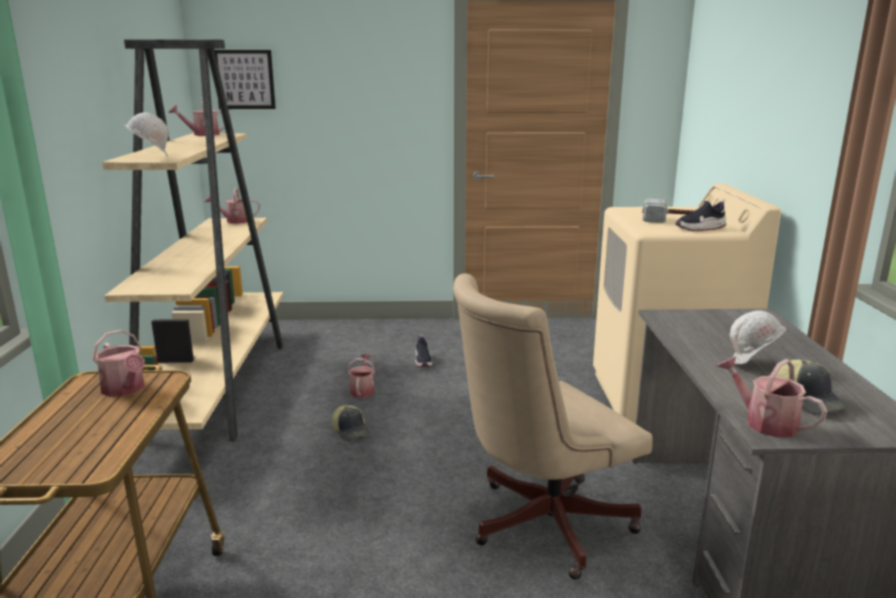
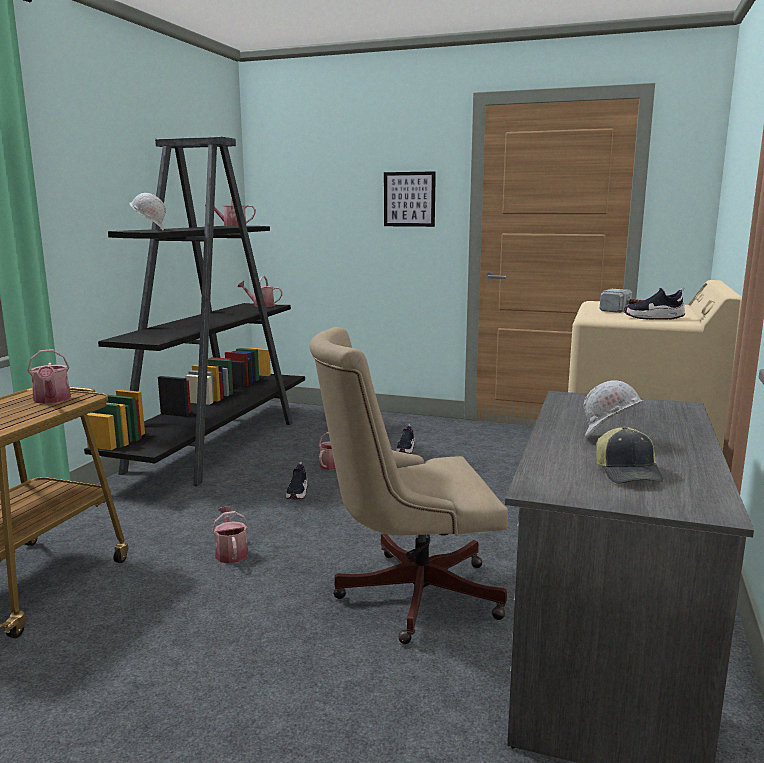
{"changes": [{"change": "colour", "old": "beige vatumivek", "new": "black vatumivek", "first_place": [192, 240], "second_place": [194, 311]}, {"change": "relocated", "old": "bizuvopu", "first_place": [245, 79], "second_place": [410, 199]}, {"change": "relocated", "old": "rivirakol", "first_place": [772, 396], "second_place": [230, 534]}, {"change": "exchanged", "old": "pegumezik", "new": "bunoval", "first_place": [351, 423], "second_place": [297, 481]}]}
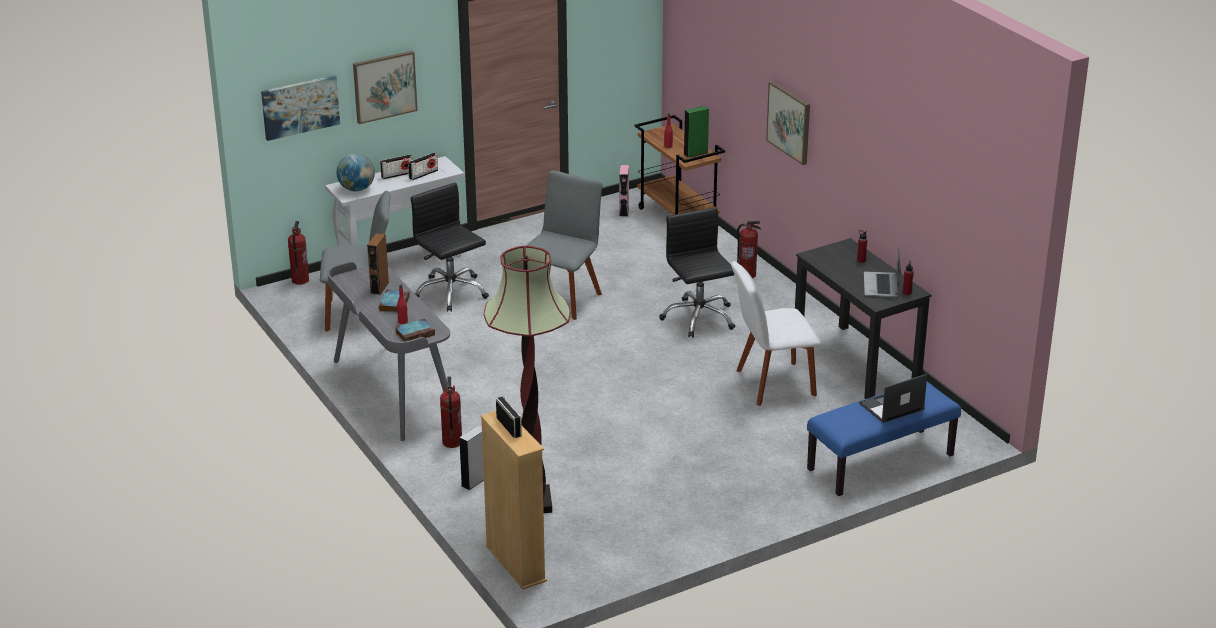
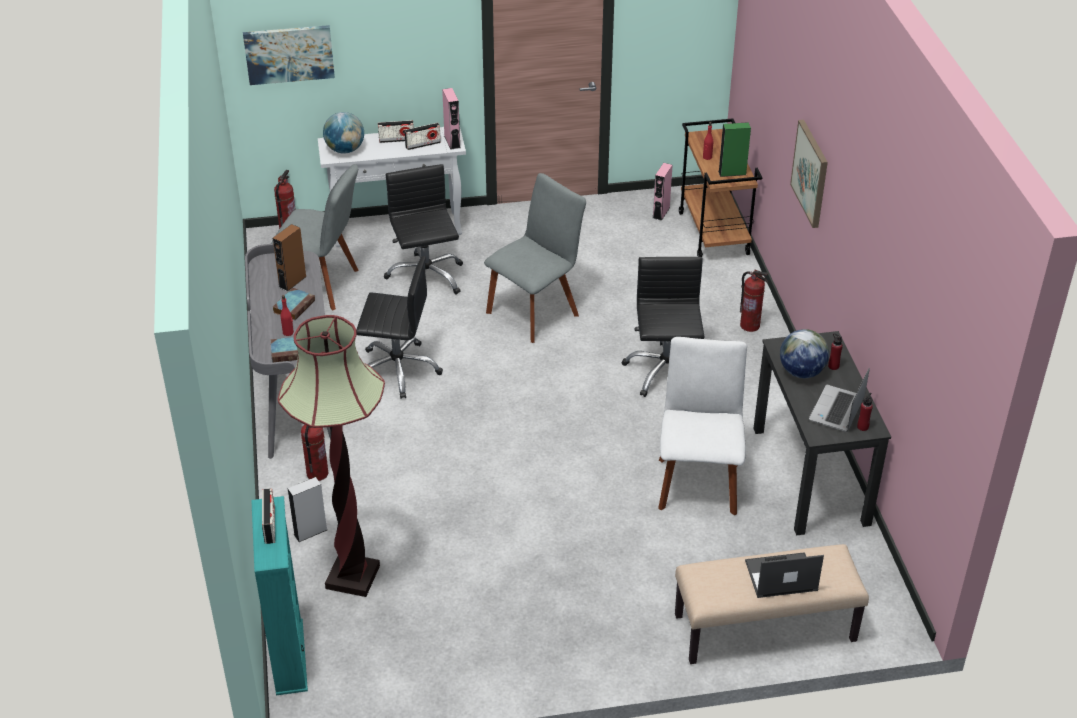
{"changes": [{"change": "missing", "old": "bizuvopu", "first_place": [385, 87]}, {"change": "spun", "old": "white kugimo", "first_place": [776, 333], "second_place": [702, 426], "degrees": 90}, {"change": "colour", "old": "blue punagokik", "new": "beige punagokik", "first_place": [884, 438], "second_place": [772, 604]}, {"change": "colour", "old": "beige vatumivek", "new": "turquoise vatumivek", "first_place": [514, 500], "second_place": [279, 595]}, {"change": "appeared", "new": "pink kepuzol", "second_place": [451, 119]}, {"change": "appeared", "new": "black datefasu", "second_place": [399, 327]}, {"change": "appeared", "new": "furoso", "second_place": [804, 353]}]}
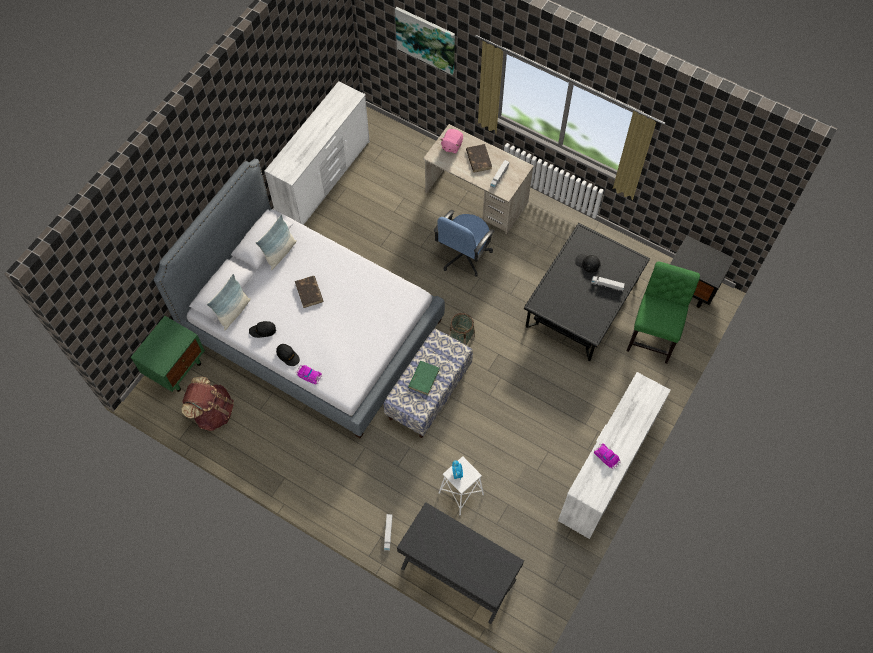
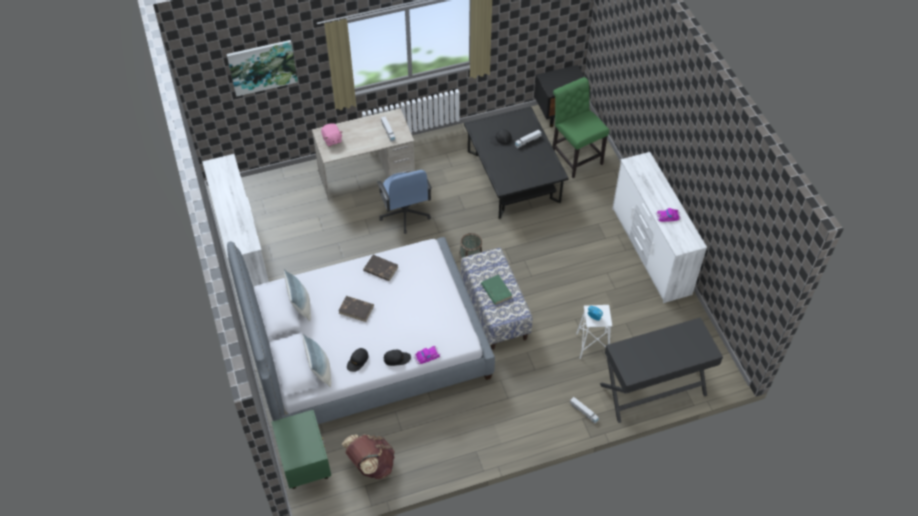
{"changes": [{"change": "relocated", "old": "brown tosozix", "first_place": [479, 158], "second_place": [380, 268]}]}
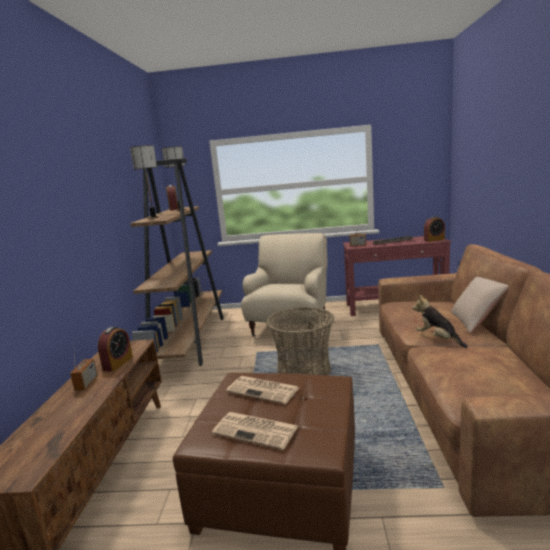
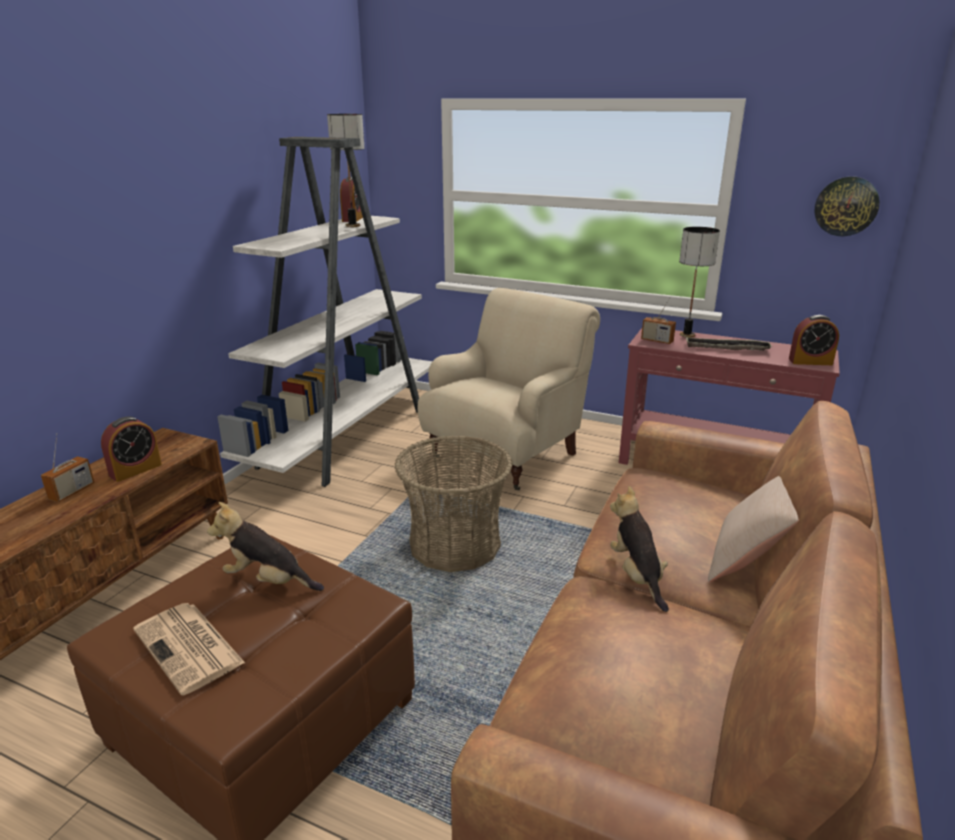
{"changes": [{"change": "relocated", "old": "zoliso", "first_place": [144, 182], "second_place": [699, 282]}, {"change": "colour", "old": "brown vatumivek", "new": "white vatumivek", "first_place": [177, 262], "second_place": [324, 312]}, {"change": "exchanged", "old": "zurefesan", "new": "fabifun", "first_place": [262, 390], "second_place": [265, 546]}, {"change": "appeared", "new": "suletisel", "second_place": [847, 206]}]}
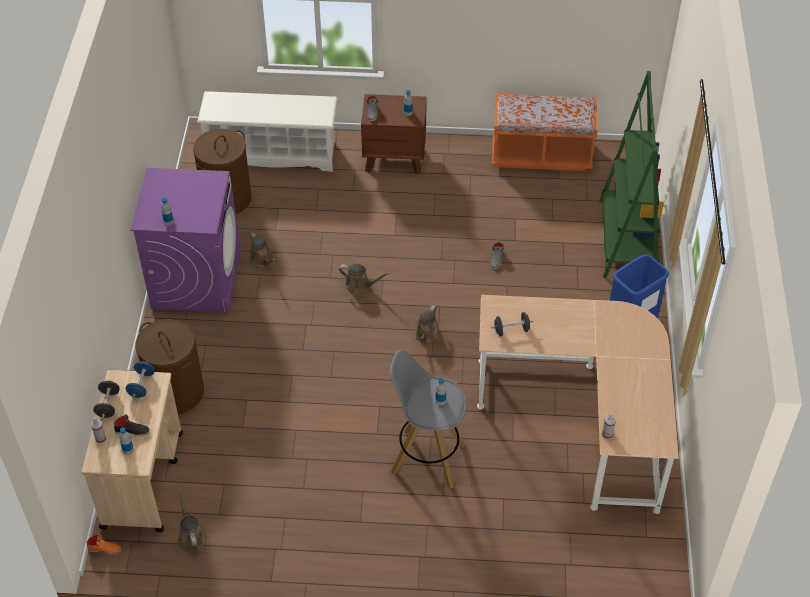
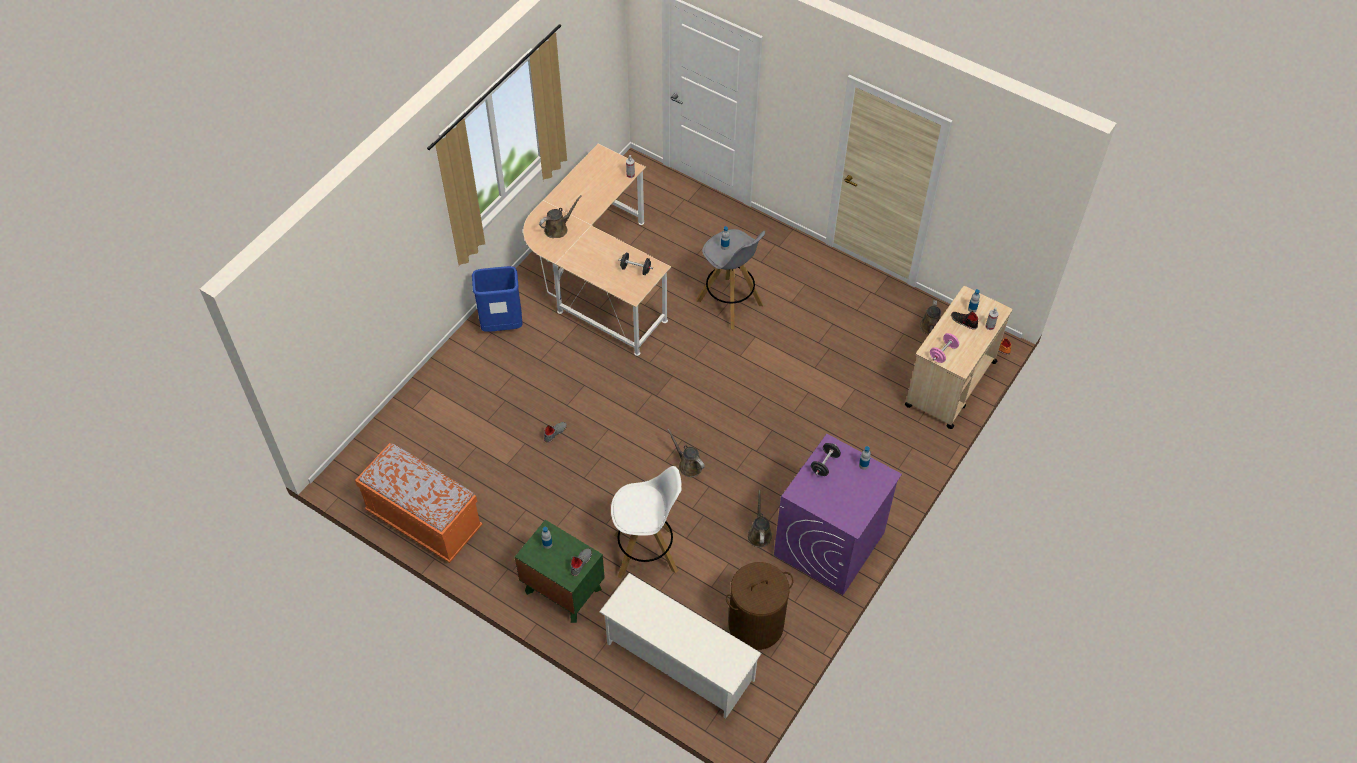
{"changes": [{"change": "missing", "old": "green vatumivek", "first_place": [632, 174]}, {"change": "colour", "old": "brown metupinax", "new": "green metupinax", "first_place": [394, 134], "second_place": [560, 571]}, {"change": "relocated", "old": "brown rivirakol", "first_place": [426, 324], "second_place": [560, 216]}, {"change": "missing", "old": "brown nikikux", "first_place": [169, 366]}, {"change": "colour", "old": "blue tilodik", "new": "pink tilodik", "first_place": [140, 379], "second_place": [944, 348]}, {"change": "relocated", "old": "black tilodik", "first_place": [106, 399], "second_place": [826, 459]}, {"change": "appeared", "new": "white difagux", "second_place": [646, 522]}]}
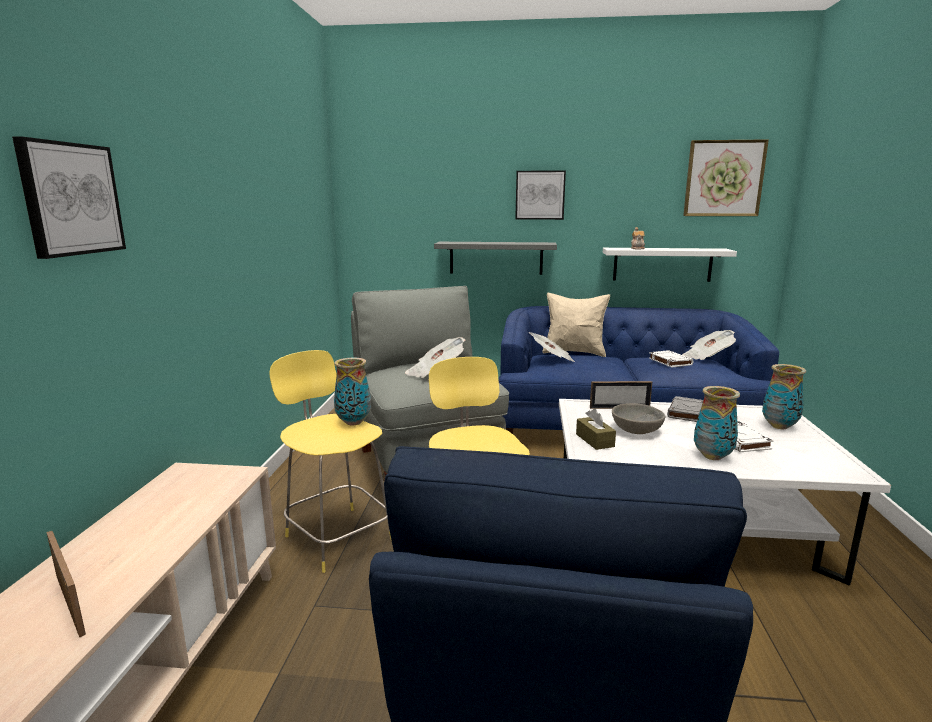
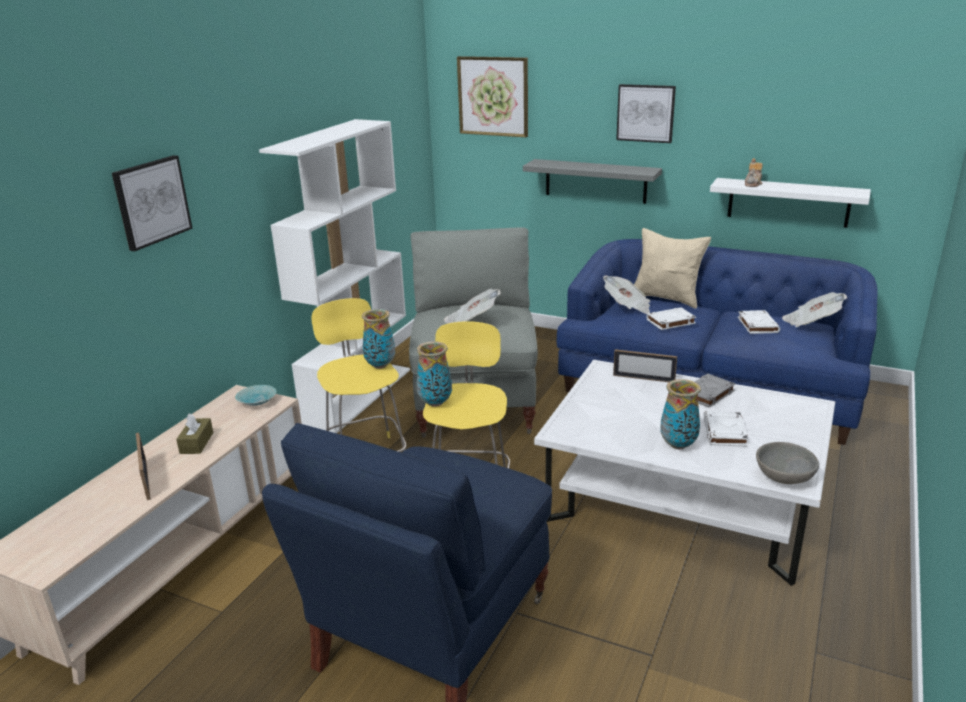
{"changes": [{"change": "relocated", "old": "bizuvopu", "first_place": [726, 177], "second_place": [492, 96]}, {"change": "relocated", "old": "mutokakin", "first_place": [784, 396], "second_place": [434, 374]}, {"change": "relocated", "old": "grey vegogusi", "first_place": [639, 418], "second_place": [787, 463]}, {"change": "relocated", "old": "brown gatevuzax", "first_place": [596, 429], "second_place": [194, 434]}, {"change": "appeared", "new": "white vatumivek", "second_place": [334, 276]}, {"change": "appeared", "new": "white tosozix", "second_place": [671, 318]}, {"change": "appeared", "new": "turquoise vegogusi", "second_place": [256, 395]}]}
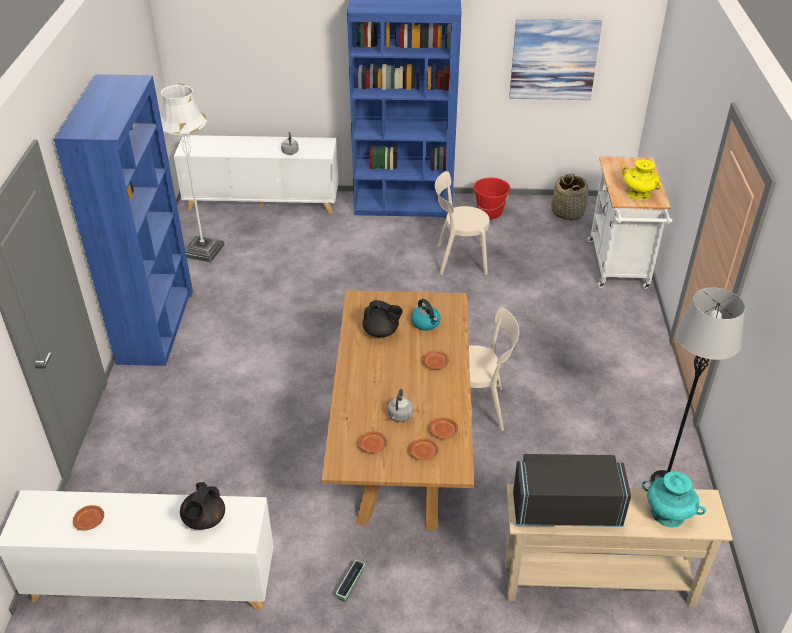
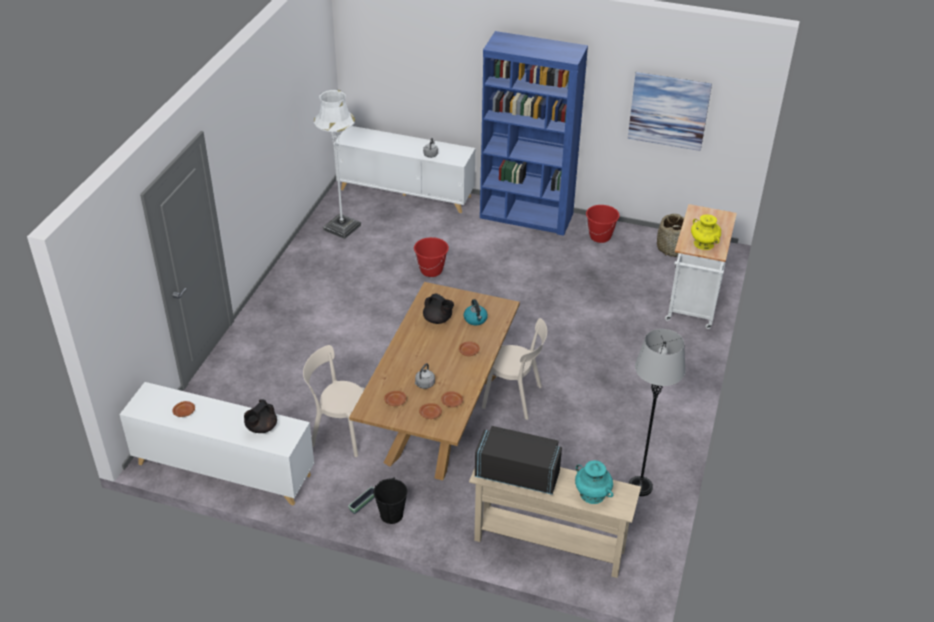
{"changes": [{"change": "missing", "old": "blue vatumivek", "first_place": [123, 220]}, {"change": "relocated", "old": "beige kugimo", "first_place": [462, 223], "second_place": [334, 401]}, {"change": "appeared", "new": "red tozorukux", "second_place": [431, 257]}, {"change": "appeared", "new": "black tozorukux", "second_place": [390, 501]}]}
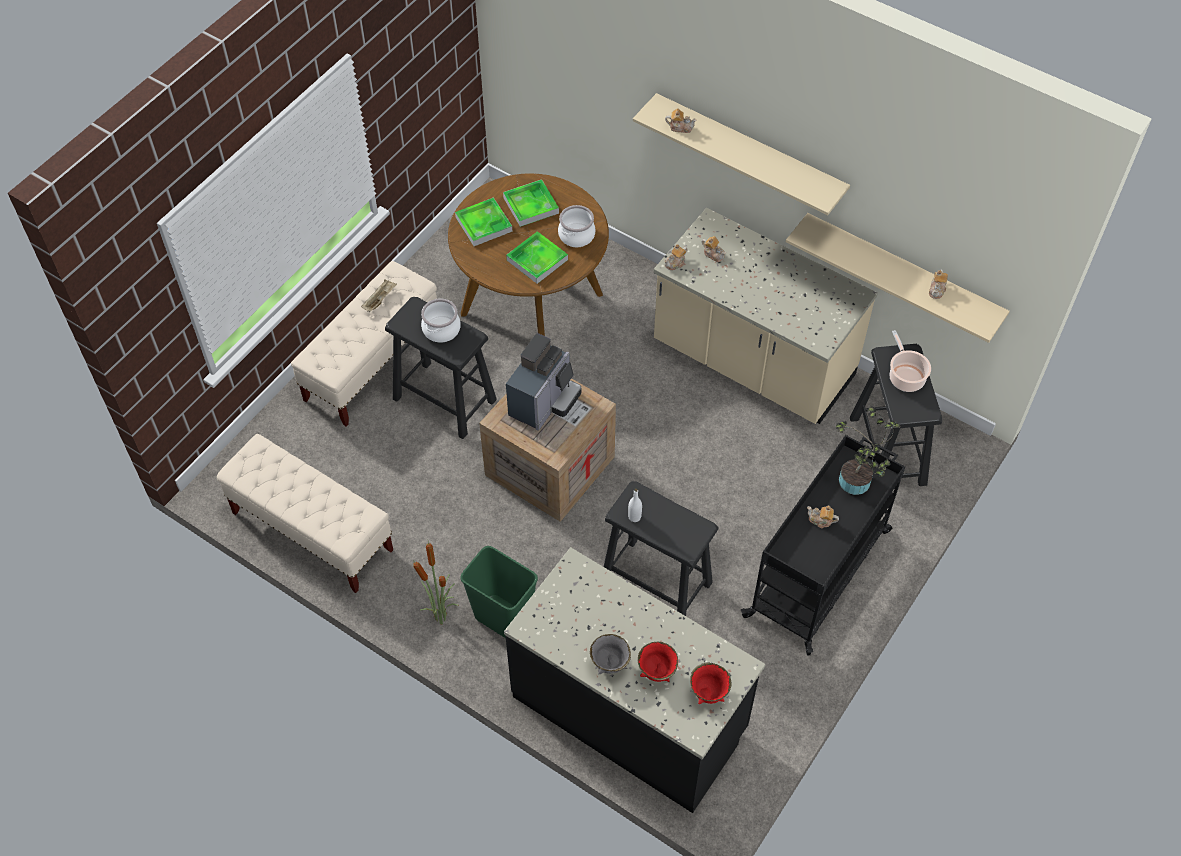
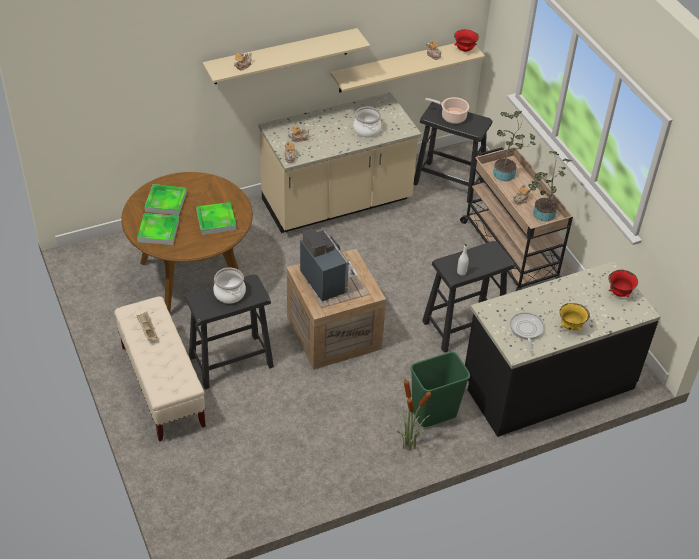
{"changes": [{"change": "relocated", "old": "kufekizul", "first_place": [577, 226], "second_place": [367, 122]}, {"change": "missing", "old": "beige punagokik", "first_place": [305, 513]}, {"change": "colour", "old": "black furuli", "new": "beige furuli", "first_place": [823, 545], "second_place": [516, 218]}, {"change": "colour", "old": "grey vegogusi", "new": "yellow vegogusi", "first_place": [610, 654], "second_place": [574, 317]}, {"change": "relocated", "old": "red vegogusi", "first_place": [658, 662], "second_place": [466, 40]}, {"change": "appeared", "new": "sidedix", "second_place": [550, 186]}, {"change": "appeared", "new": "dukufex", "second_place": [527, 332]}]}
